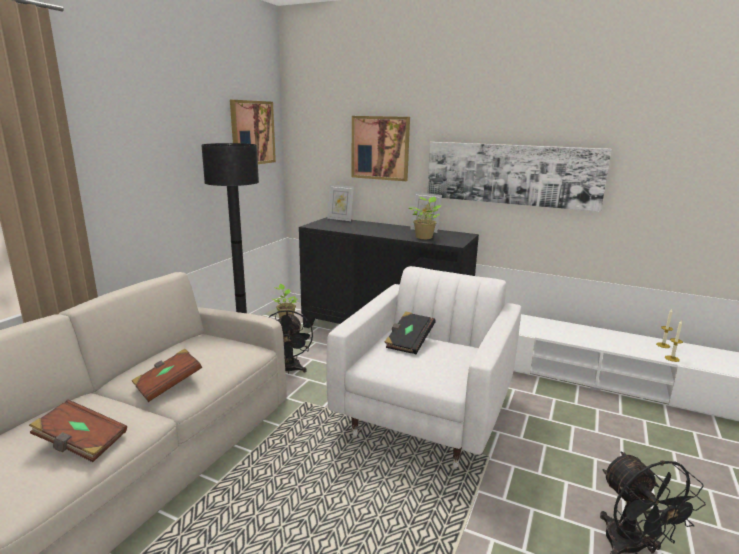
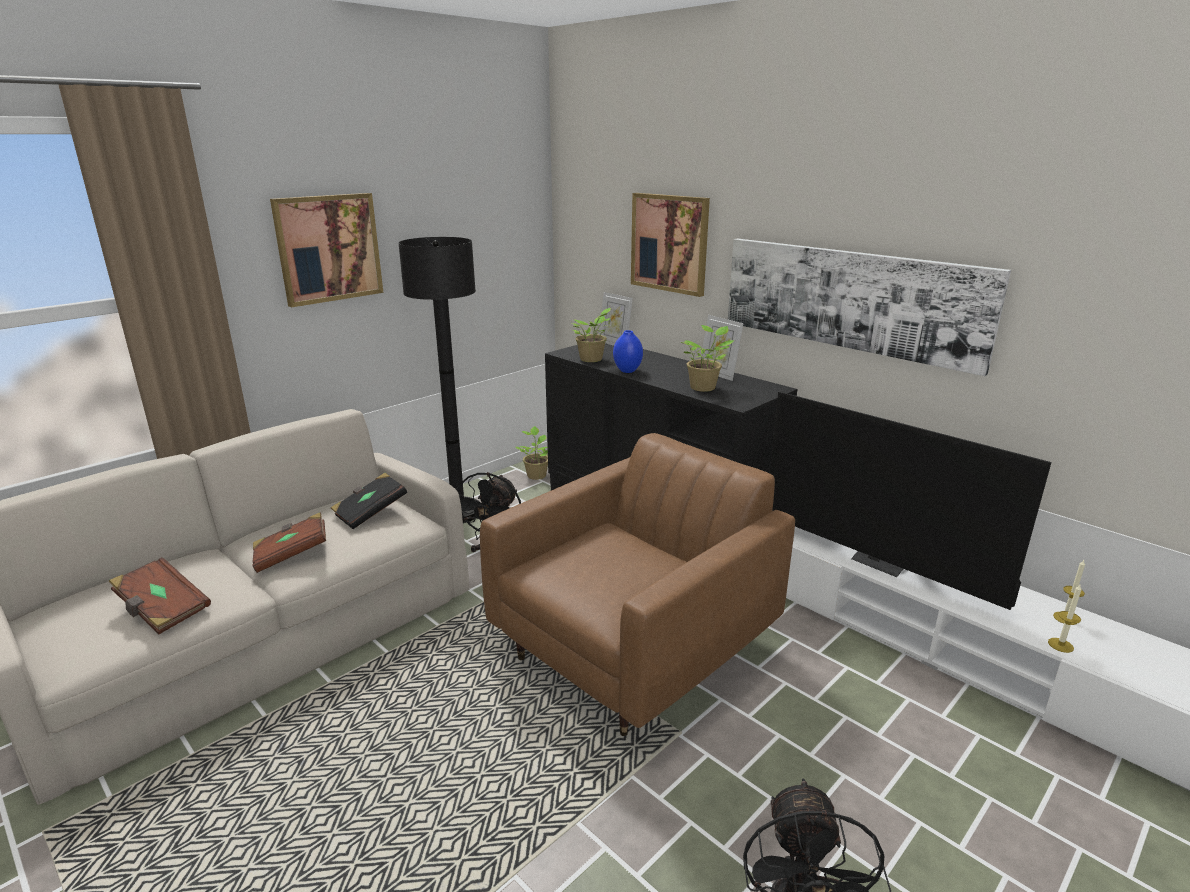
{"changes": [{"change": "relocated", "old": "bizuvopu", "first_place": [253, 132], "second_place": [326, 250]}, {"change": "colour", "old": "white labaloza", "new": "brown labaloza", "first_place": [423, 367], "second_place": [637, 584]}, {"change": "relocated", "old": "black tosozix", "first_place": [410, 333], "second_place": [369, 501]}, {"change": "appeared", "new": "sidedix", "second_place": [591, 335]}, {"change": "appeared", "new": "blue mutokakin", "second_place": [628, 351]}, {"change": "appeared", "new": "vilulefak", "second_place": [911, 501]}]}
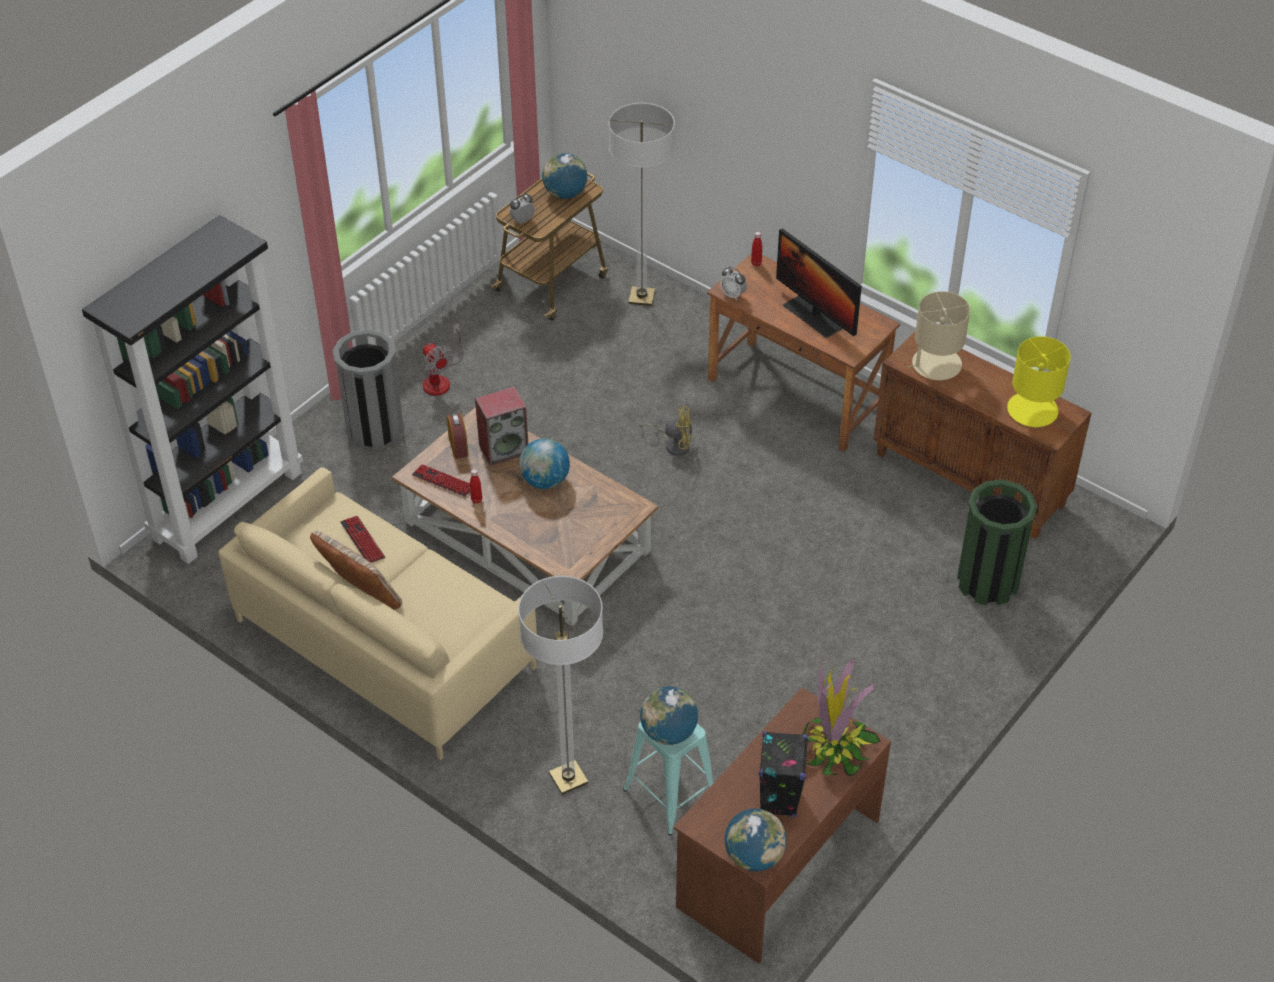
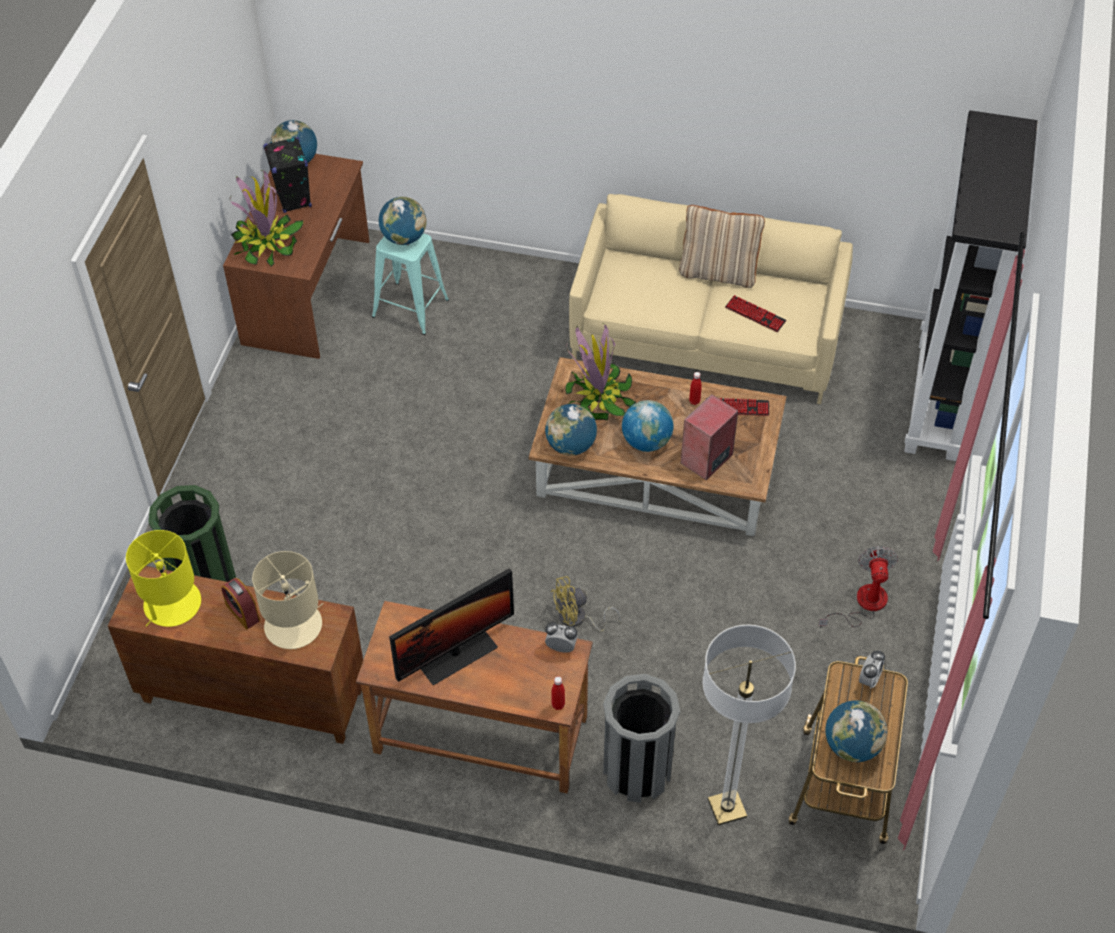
{"changes": [{"change": "spun", "old": "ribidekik", "first_place": [819, 283], "second_place": [451, 626], "degrees": 120}, {"change": "spun", "old": "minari", "first_place": [443, 360], "second_place": [858, 587], "degrees": 60}, {"change": "relocated", "old": "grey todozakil", "first_place": [368, 389], "second_place": [641, 738]}, {"change": "relocated", "old": "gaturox", "first_place": [457, 436], "second_place": [240, 603]}, {"change": "missing", "old": "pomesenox", "first_place": [560, 685]}, {"change": "appeared", "new": "sidedix", "second_place": [600, 371]}, {"change": "appeared", "new": "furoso", "second_place": [571, 430]}]}
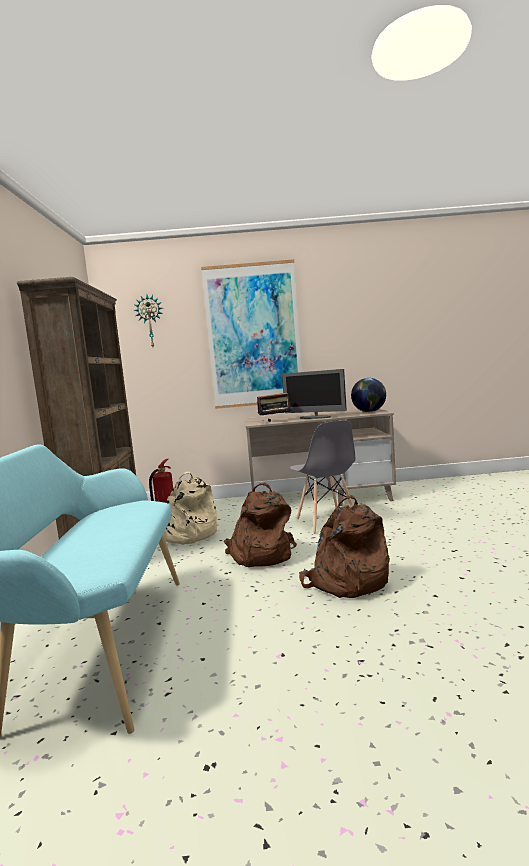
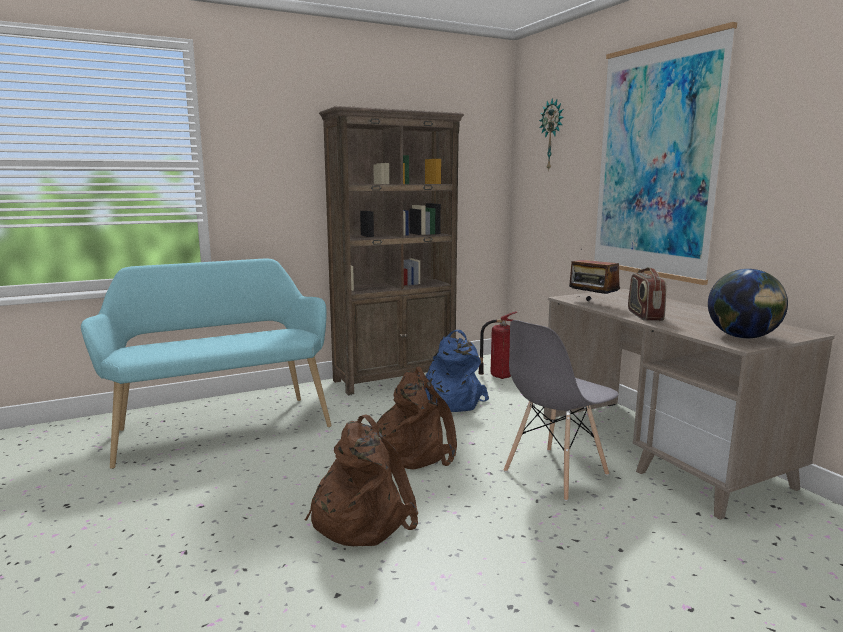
{"changes": [{"change": "exchanged", "old": "ribidekik", "new": "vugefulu", "first_place": [314, 394], "second_place": [647, 294]}, {"change": "colour", "old": "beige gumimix", "new": "blue gumimix", "first_place": [190, 508], "second_place": [457, 371]}]}
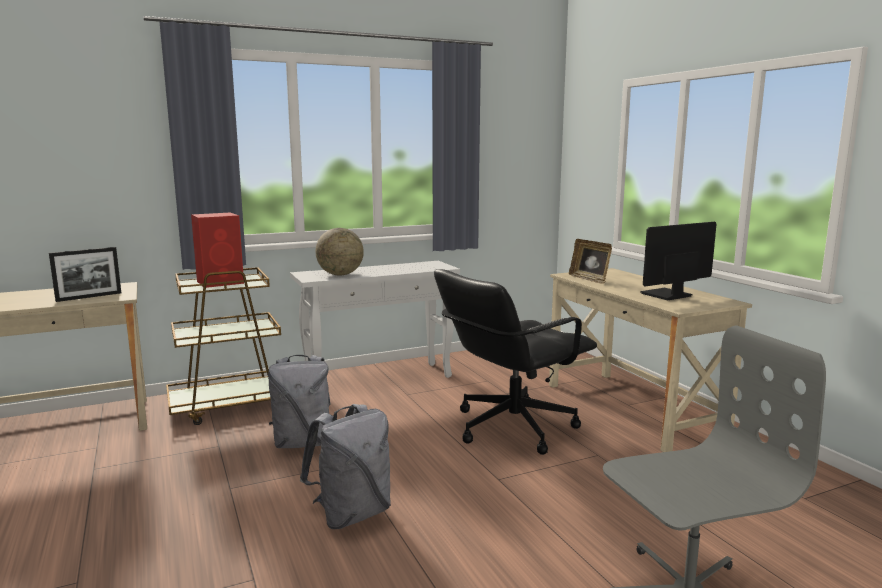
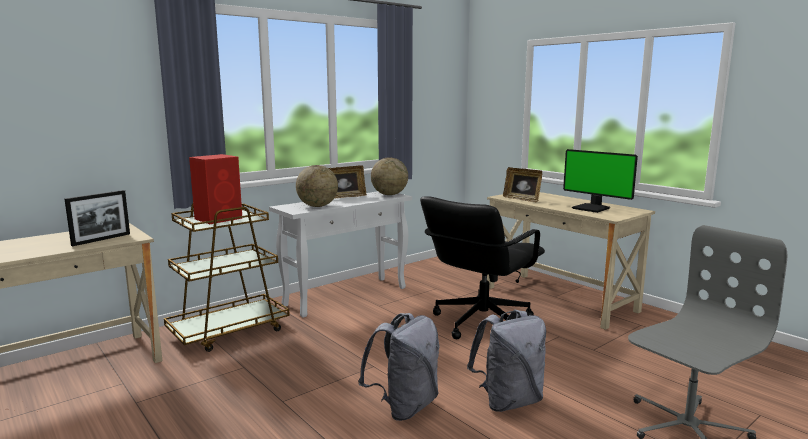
{"changes": [{"change": "spun", "old": "ribidekik", "first_place": [678, 261], "second_place": [600, 181], "degrees": -90}, {"change": "relocated", "old": "grey gumimix", "first_place": [300, 401], "second_place": [506, 361]}, {"change": "appeared", "new": "furoso", "second_place": [389, 176]}, {"change": "appeared", "new": "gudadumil", "second_place": [348, 182]}]}
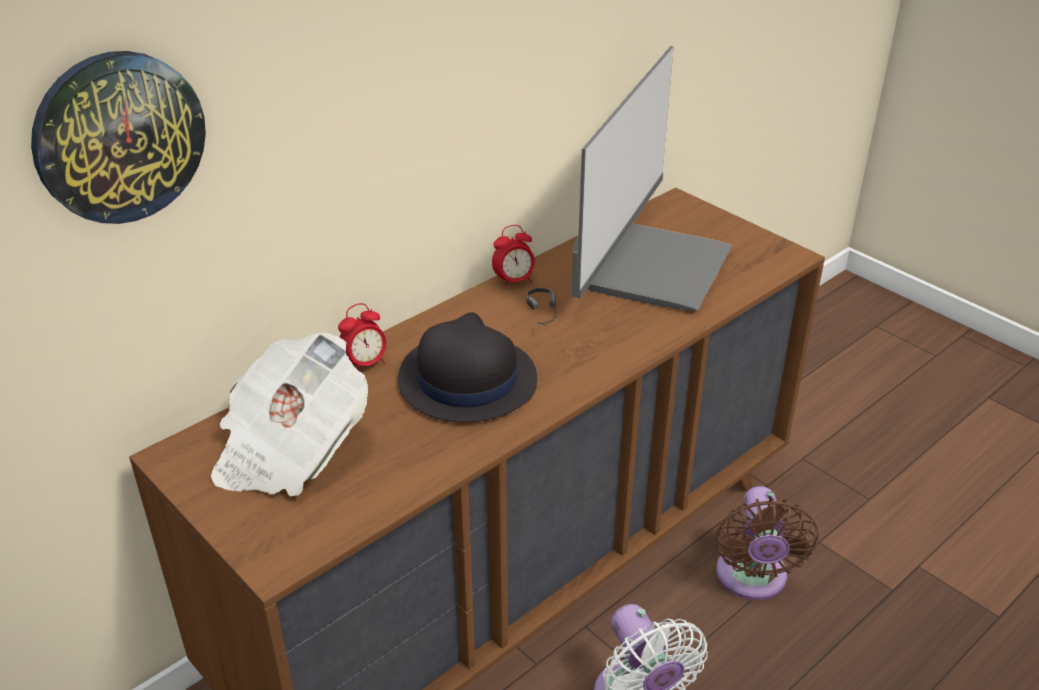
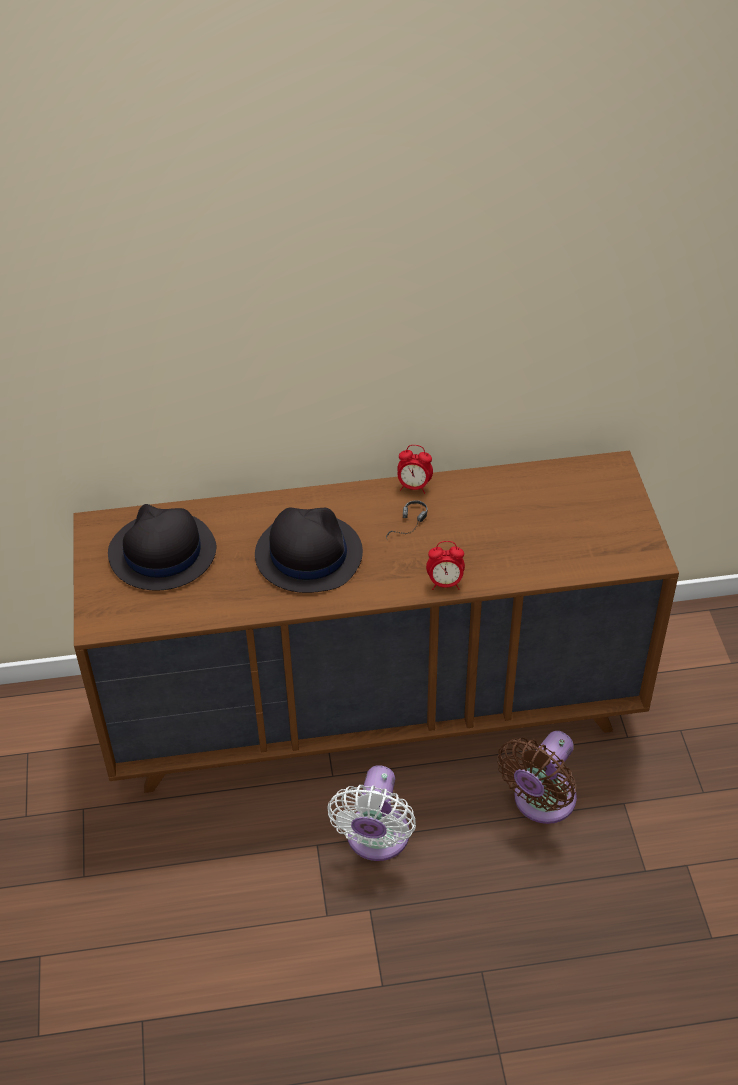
{"changes": [{"change": "missing", "old": "ribidekik", "first_place": [651, 178]}, {"change": "missing", "old": "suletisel", "first_place": [118, 137]}, {"change": "relocated", "old": "gaturox", "first_place": [362, 336], "second_place": [445, 565]}, {"change": "exchanged", "old": "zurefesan", "new": "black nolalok", "first_place": [289, 414], "second_place": [162, 547]}]}
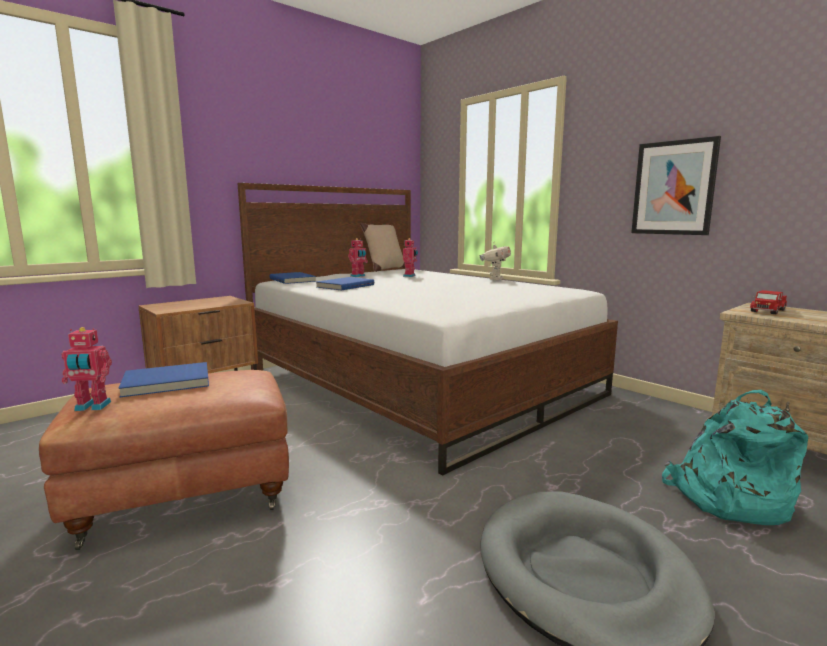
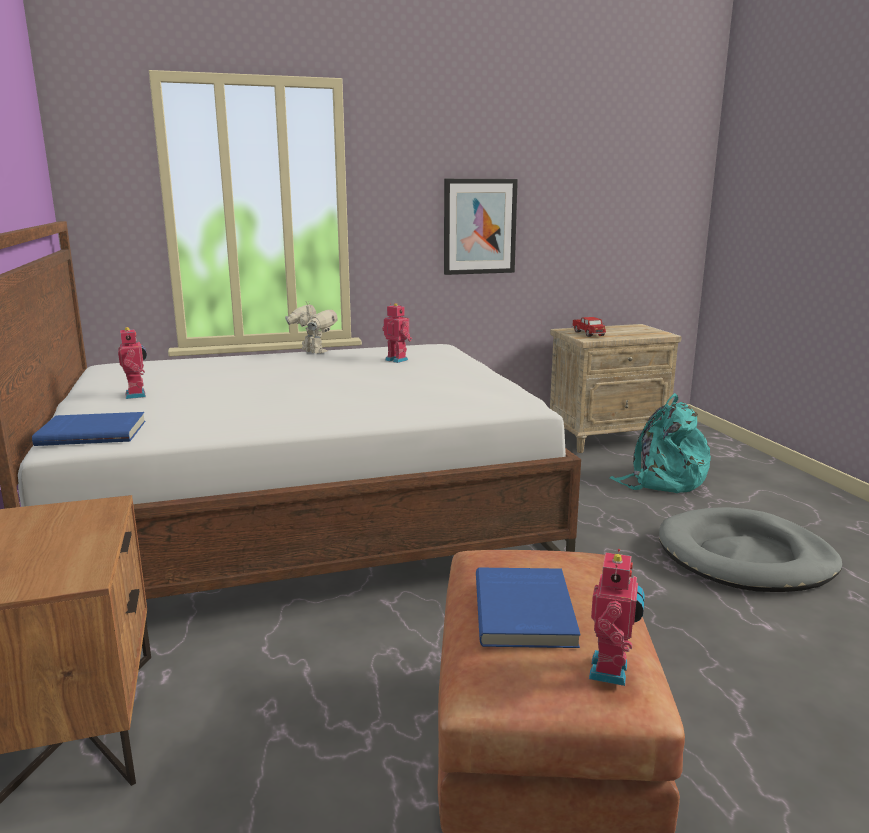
{"changes": [{"change": "missing", "old": "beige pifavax", "first_place": [382, 247]}, {"change": "relocated", "old": "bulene", "first_place": [410, 257], "second_place": [397, 333]}, {"change": "missing", "old": "blue tosozix", "first_place": [345, 283]}]}
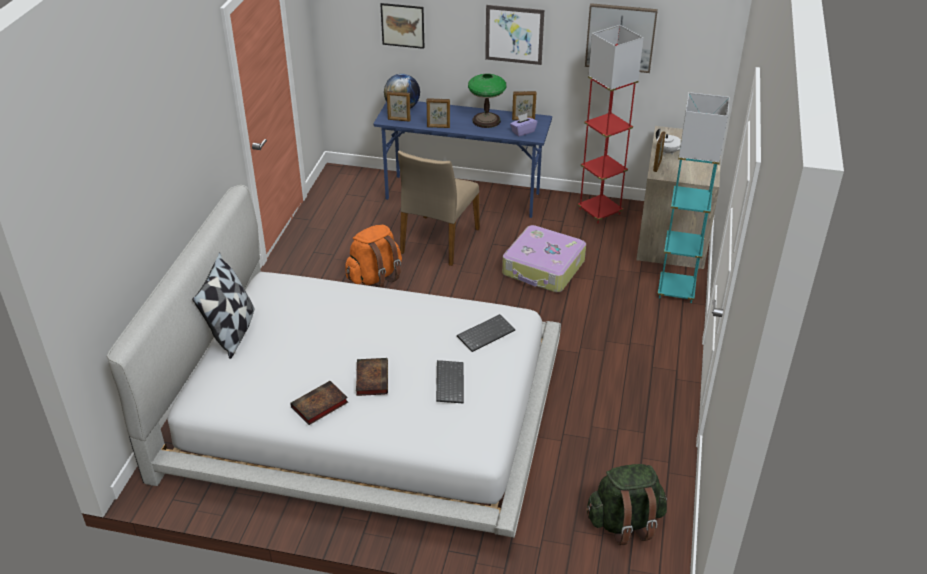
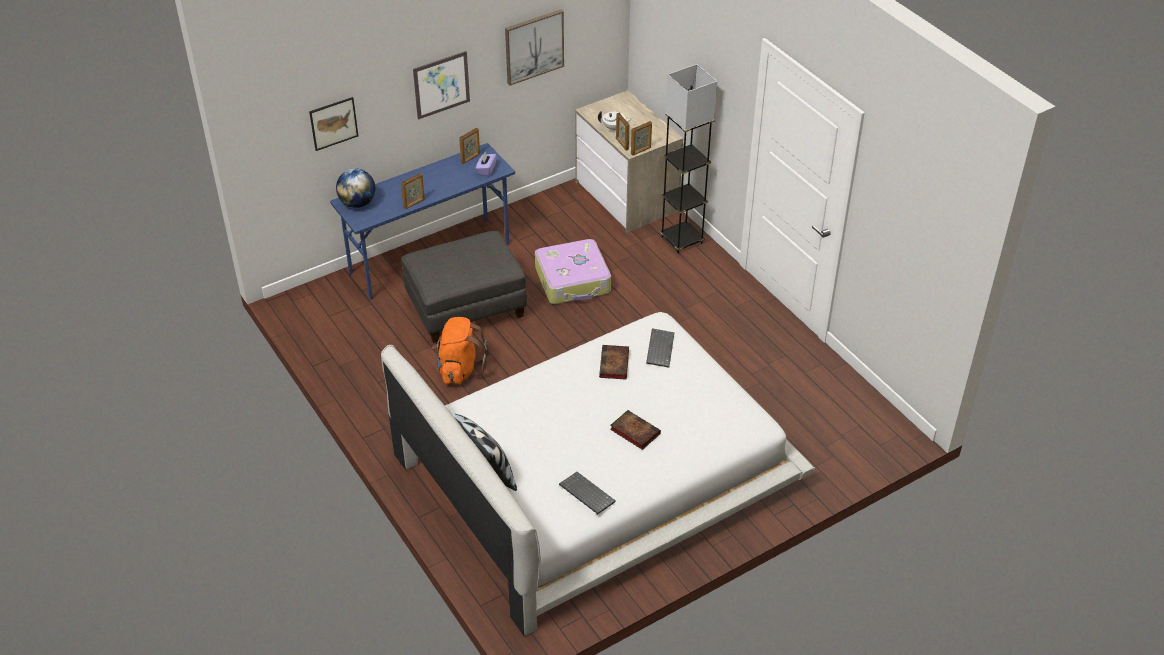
{"changes": [{"change": "missing", "old": "red pomesenox", "first_place": [610, 124]}, {"change": "missing", "old": "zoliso", "first_place": [487, 101]}, {"change": "relocated", "old": "gudadumil", "first_place": [398, 106], "second_place": [641, 138]}, {"change": "colour", "old": "turquoise pomesenox", "new": "grey pomesenox", "first_place": [693, 197], "second_place": [688, 158]}, {"change": "exchanged", "old": "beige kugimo", "new": "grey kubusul", "first_place": [439, 208], "second_place": [464, 287]}, {"change": "relocated", "old": "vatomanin", "first_place": [450, 382], "second_place": [587, 493]}, {"change": "relocated", "old": "tosozix", "first_place": [319, 403], "second_place": [614, 362]}, {"change": "missing", "old": "green gumimix", "first_place": [626, 504]}]}
